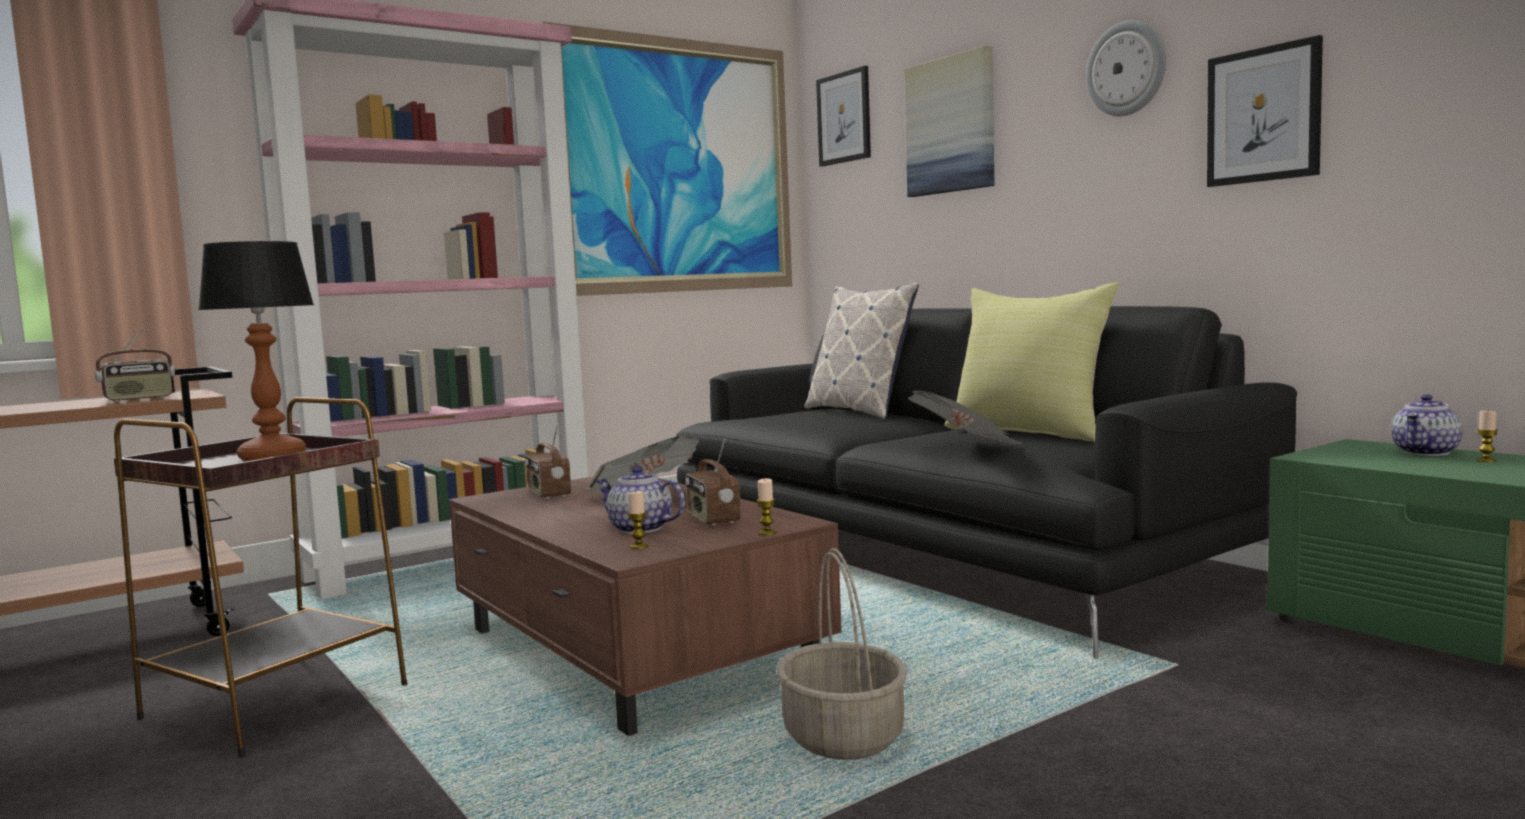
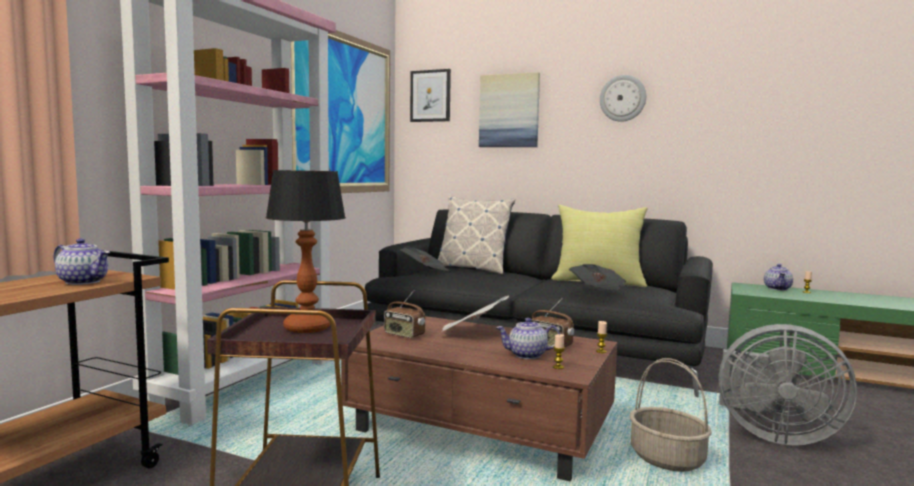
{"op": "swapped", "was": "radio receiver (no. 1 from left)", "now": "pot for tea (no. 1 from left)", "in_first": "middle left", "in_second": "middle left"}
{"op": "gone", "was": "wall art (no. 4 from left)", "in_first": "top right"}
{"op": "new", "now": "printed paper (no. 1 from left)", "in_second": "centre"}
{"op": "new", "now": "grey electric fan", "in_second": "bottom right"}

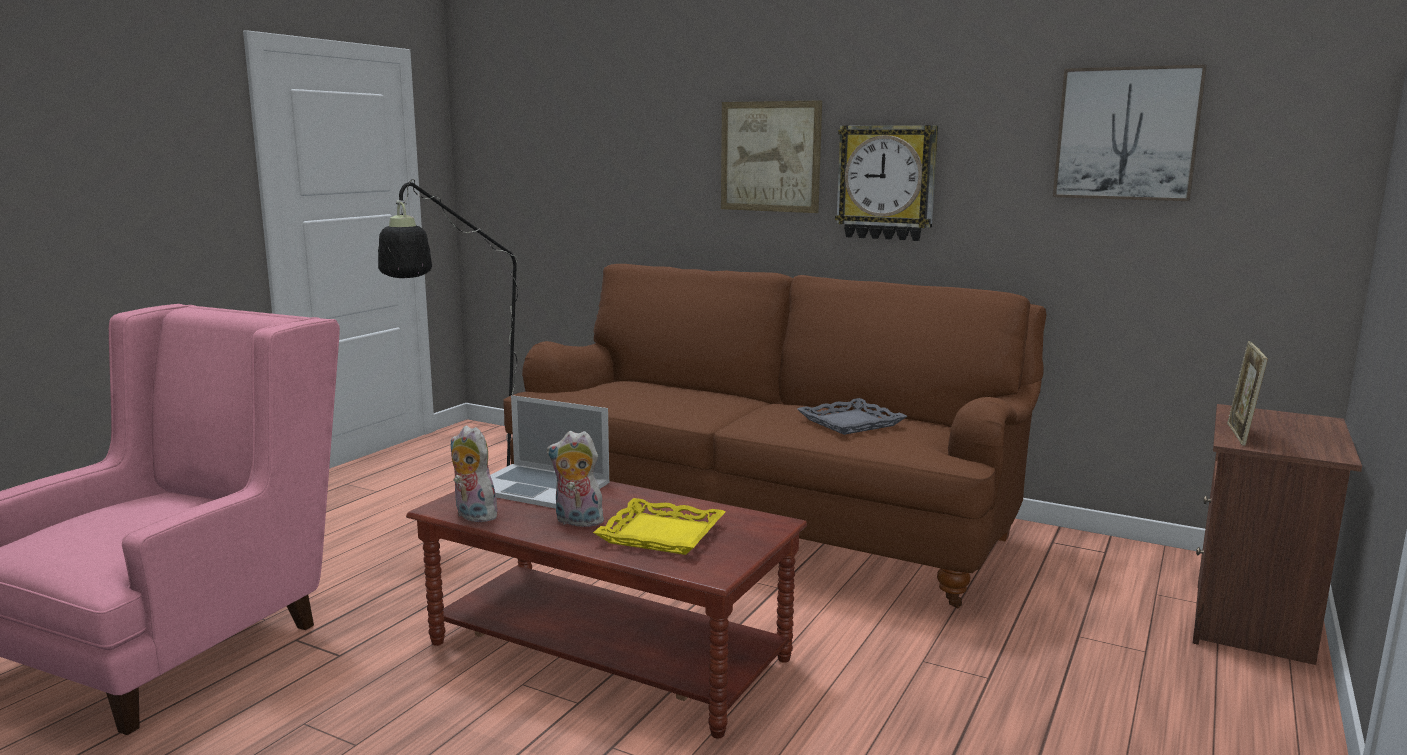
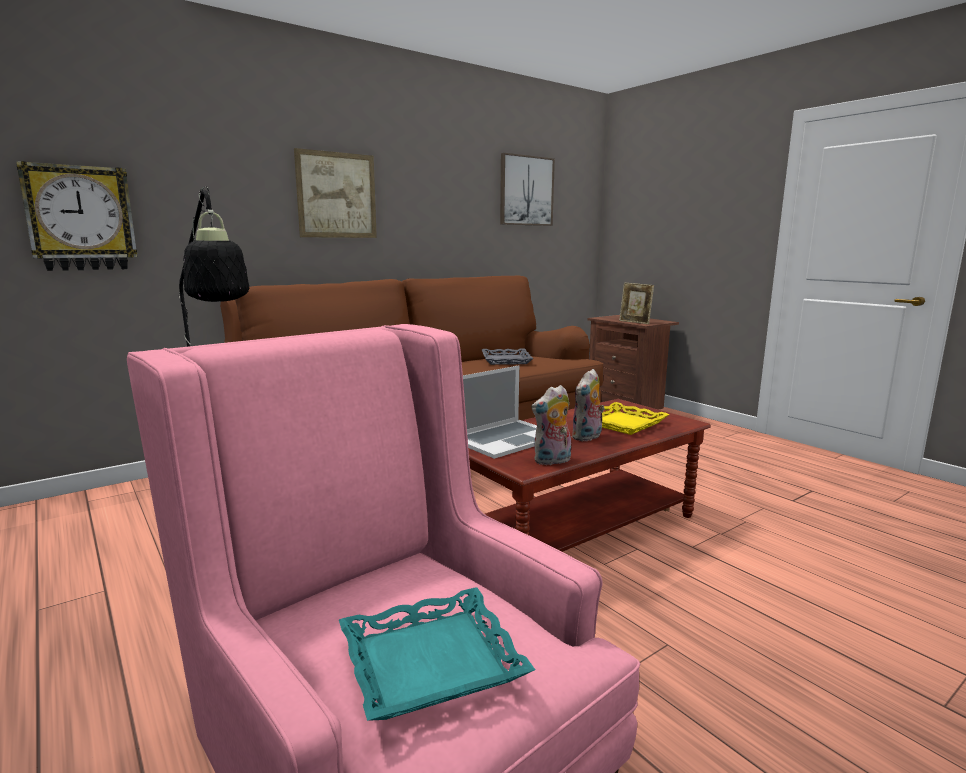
{"op": "shifted", "was": "clock on the wall", "in_first": "top centre", "in_second": "top left"}
{"op": "new", "now": "blue-green carrying tray", "in_second": "bottom centre"}

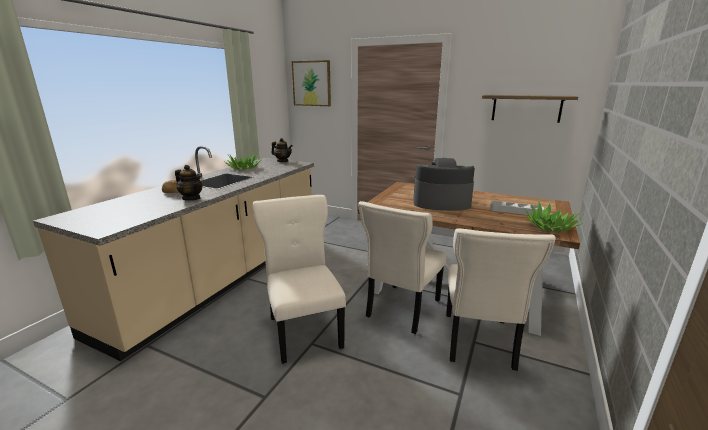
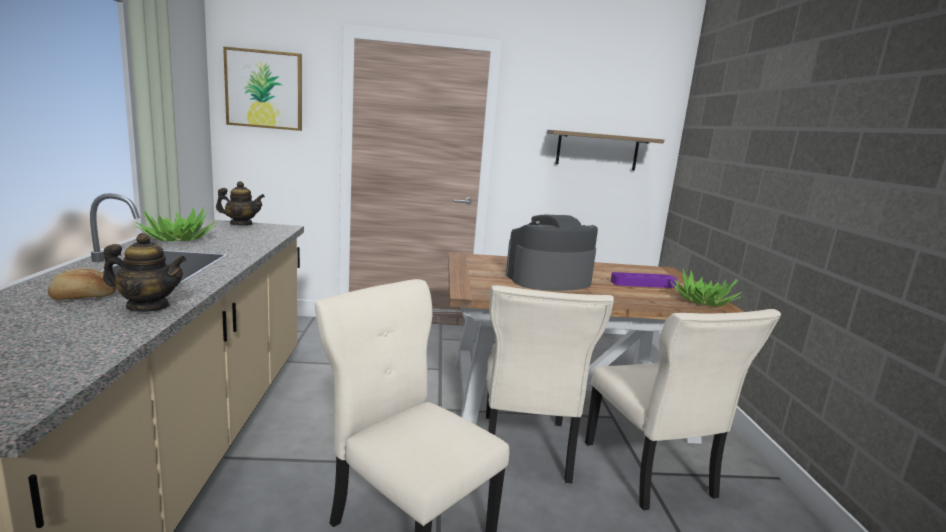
{"op": "repainted", "was": "grey carrying tray", "now": "purplish carrying tray", "in_first": "middle right", "in_second": "middle right"}

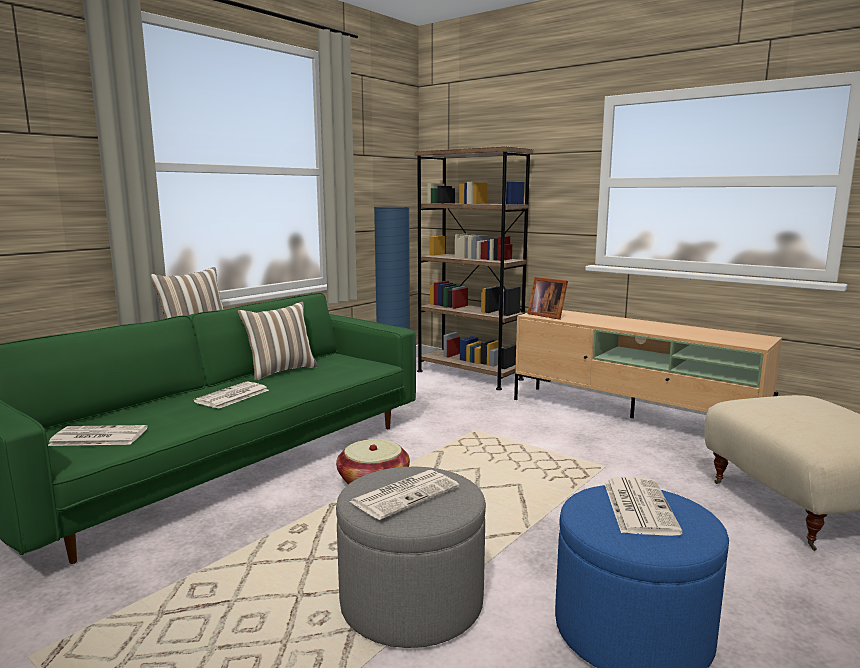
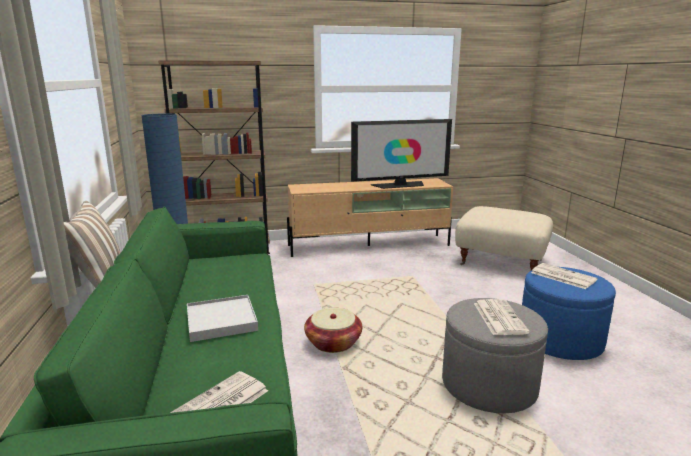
{"op": "swapped", "was": "printed paper (no. 2 from left)", "now": "whitish carrying tray", "in_first": "middle left", "in_second": "bottom left"}
{"op": "gone", "was": "pillow (no. 2 from left)", "in_first": "middle left"}
{"op": "gone", "was": "picture frame", "in_first": "centre"}
{"op": "new", "now": "TV", "in_second": "centre"}

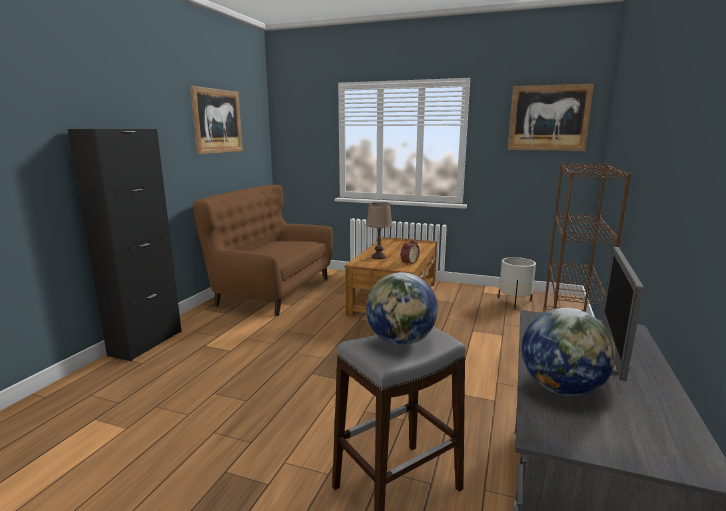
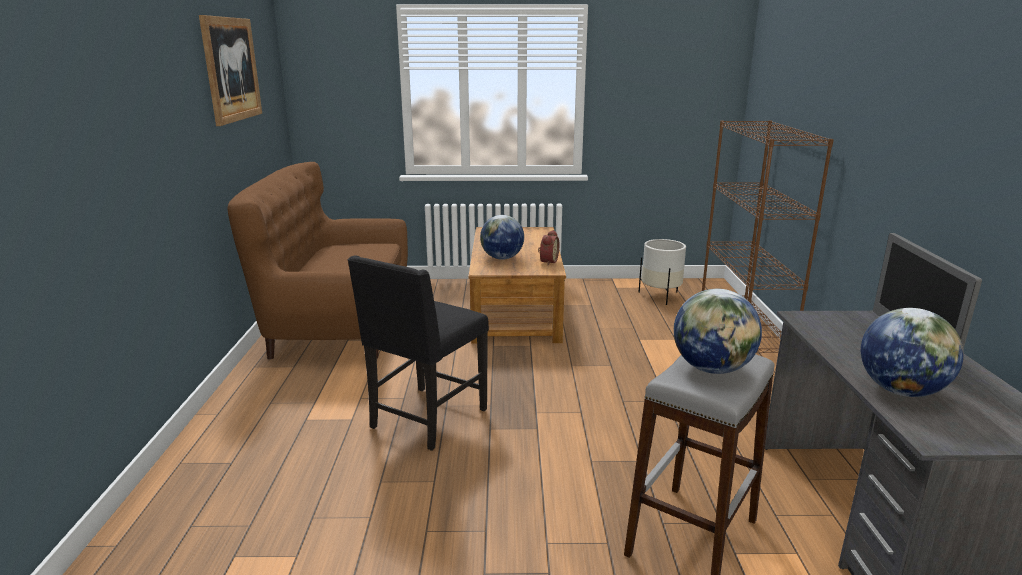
{"op": "gone", "was": "black cupboard", "in_first": "middle left"}
{"op": "swapped", "was": "brownish tabletop lamp", "now": "world globe (no. 1 from left)", "in_first": "centre", "in_second": "centre"}
{"op": "gone", "was": "wall art (no. 2 from left)", "in_first": "top right"}
{"op": "new", "now": "black upright chair", "in_second": "centre"}

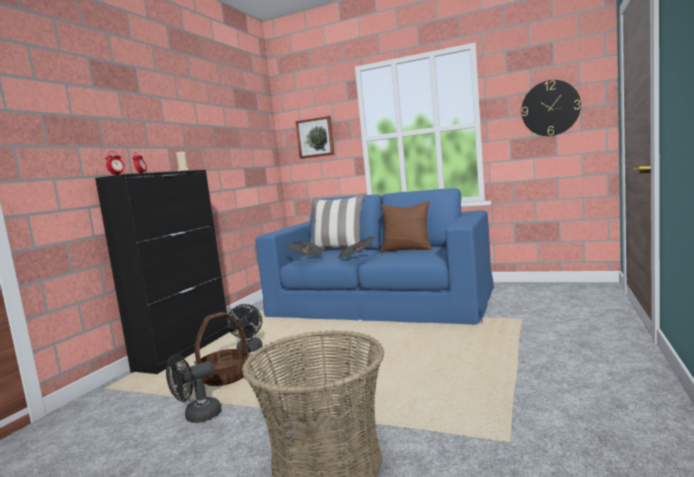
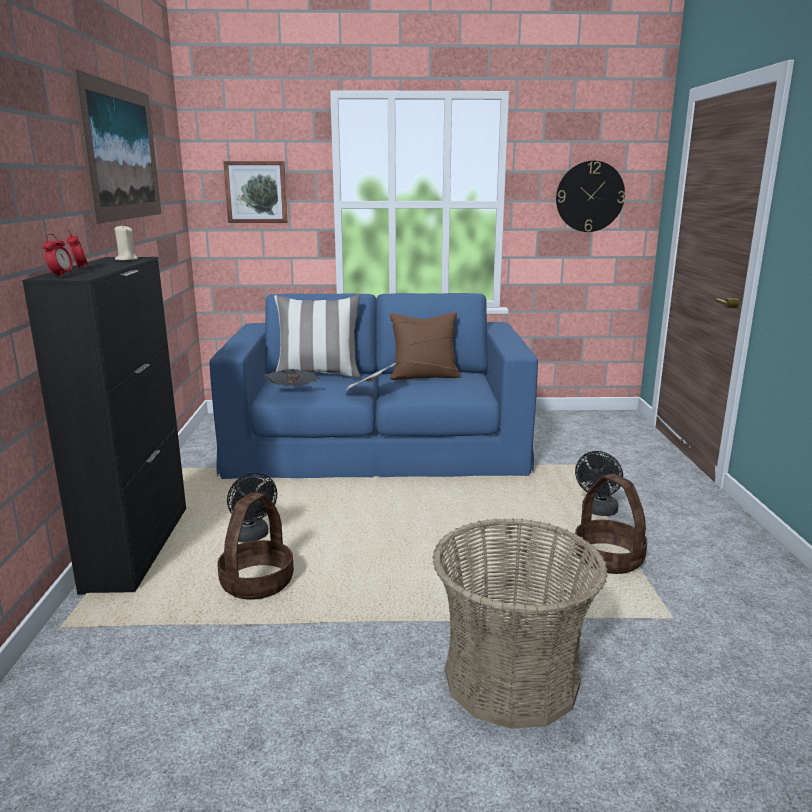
{"op": "shifted", "was": "black electric fan (no. 1 from left in the first image)", "now": "black electric fan (no. 2 from left)", "in_first": "bottom left", "in_second": "middle right"}
{"op": "new", "now": "wall art (no. 1 from left)", "in_second": "top left"}
{"op": "new", "now": "household basket (no. 3 from left)", "in_second": "middle right"}

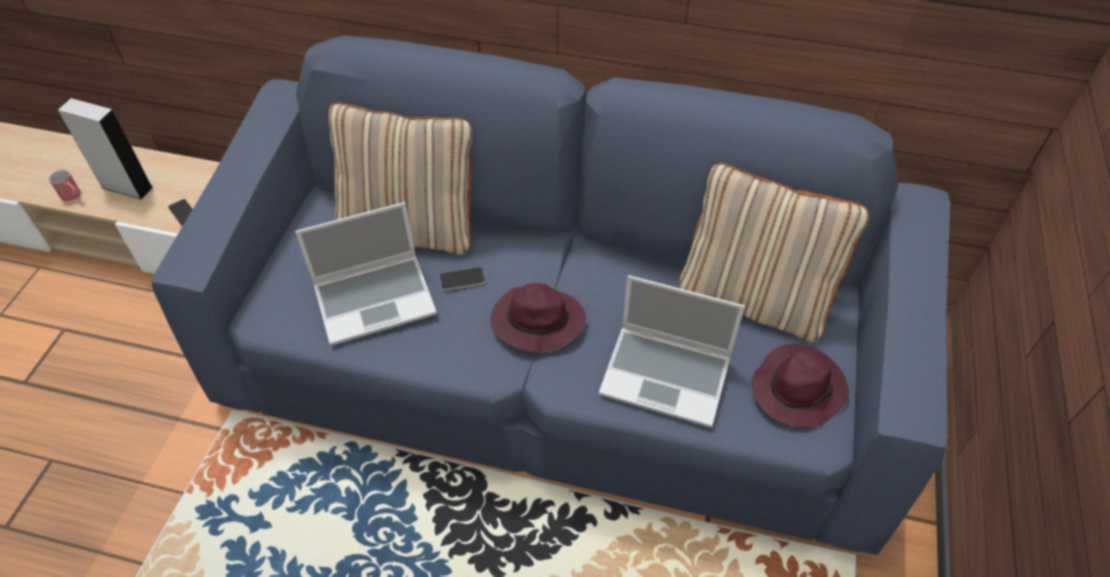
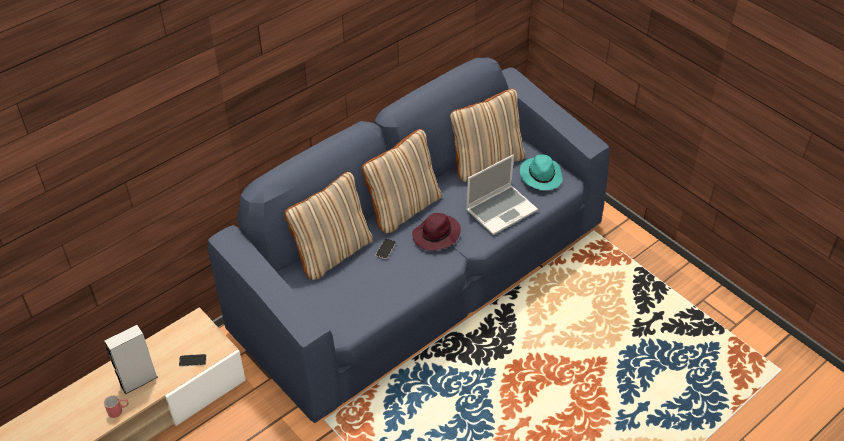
{"op": "gone", "was": "portable computer (no. 1 from left)", "in_first": "middle left"}
{"op": "repainted", "was": "purplish hat (no. 2 from left)", "now": "blue-green hat", "in_first": "bottom right", "in_second": "centre"}
{"op": "new", "now": "beige-coloured pillow (no. 2 from left)", "in_second": "centre"}

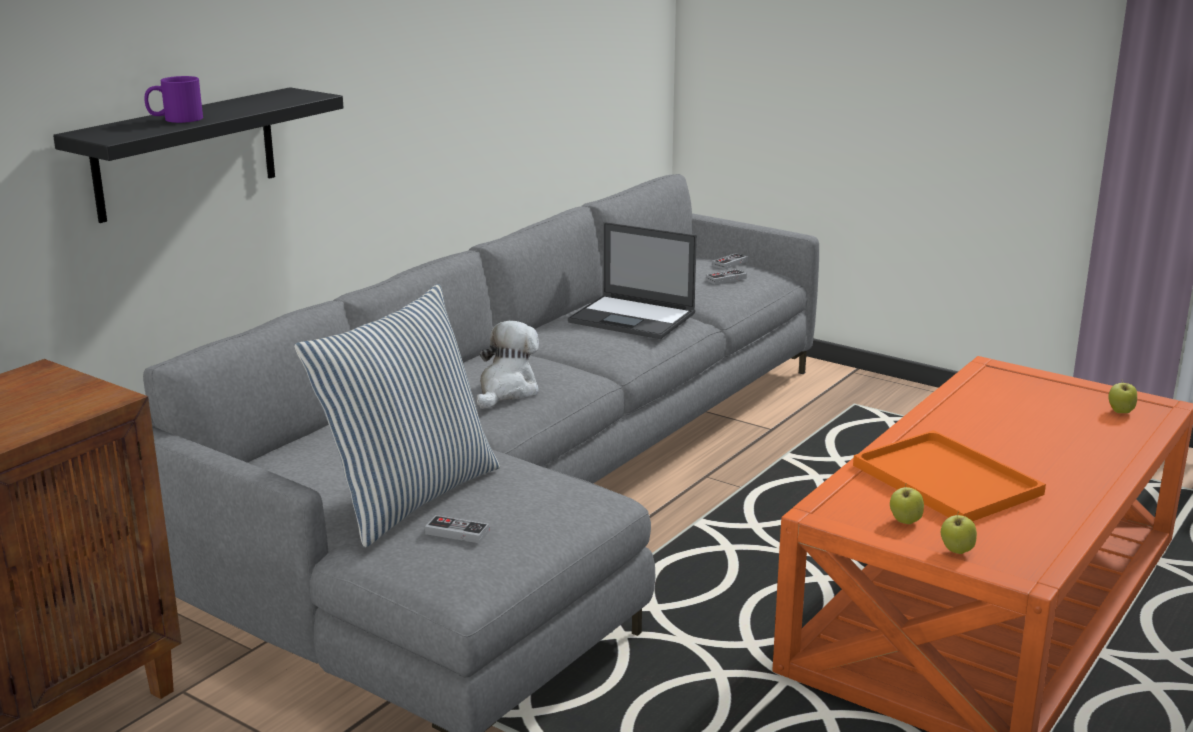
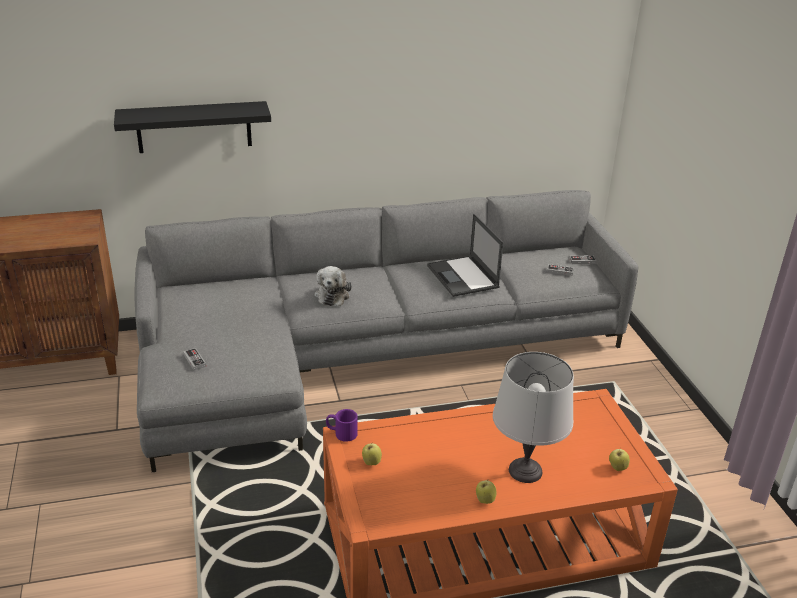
{"op": "shifted", "was": "purplish coffee mug", "in_first": "top left", "in_second": "bottom centre"}
{"op": "gone", "was": "pillow", "in_first": "middle left"}
{"op": "rotated", "was": "plush toy", "in_first": "centre", "in_second": "centre", "clockwise": 120}
{"op": "gone", "was": "orange-coloured carrying tray", "in_first": "middle right"}
{"op": "shifted", "was": "apple fruit (no. 2 from left)", "in_first": "bottom right", "in_second": "bottom centre"}
{"op": "new", "now": "grey tabletop lamp", "in_second": "bottom right"}

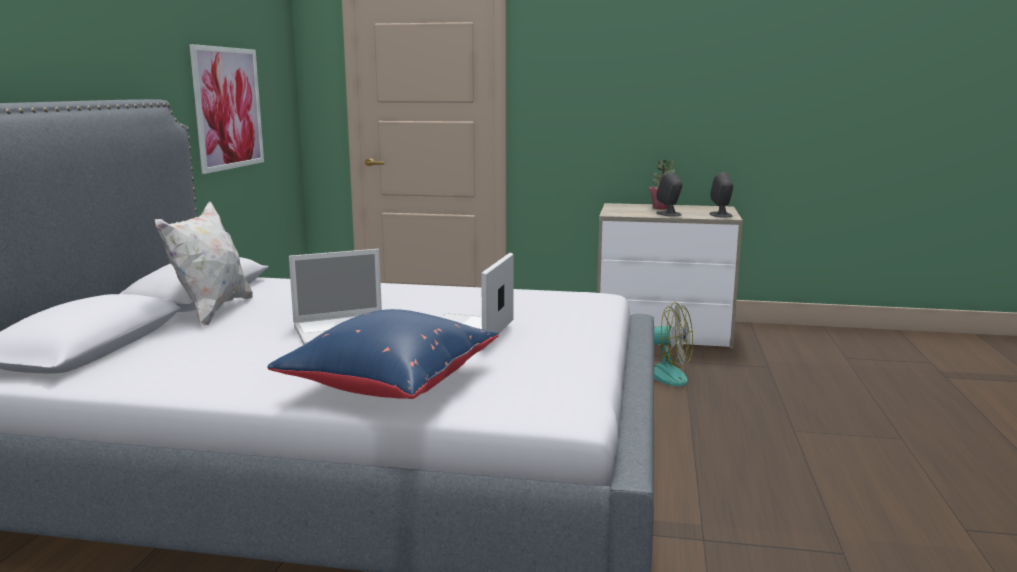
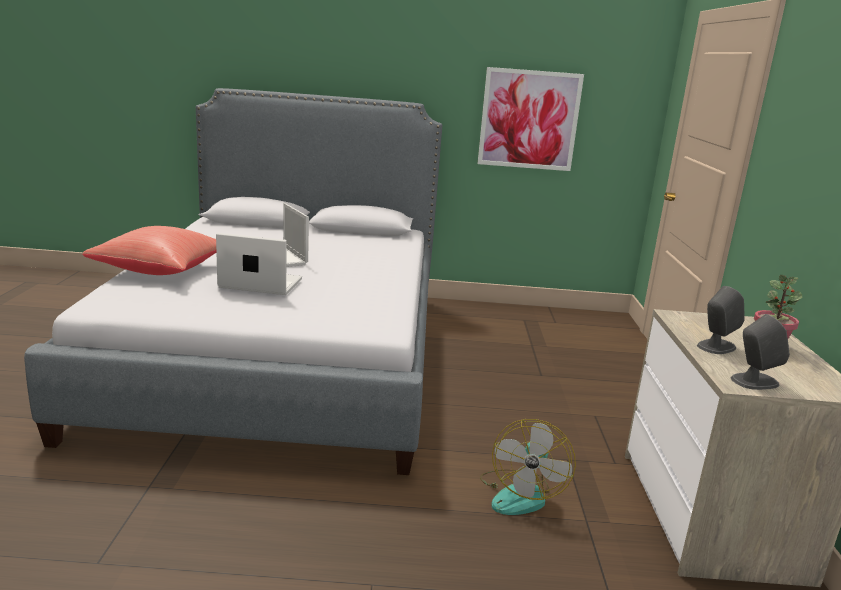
{"op": "gone", "was": "whitish pillow", "in_first": "middle left"}
{"op": "repainted", "was": "bluish pillow", "now": "reddish pillow", "in_first": "centre", "in_second": "middle left"}

